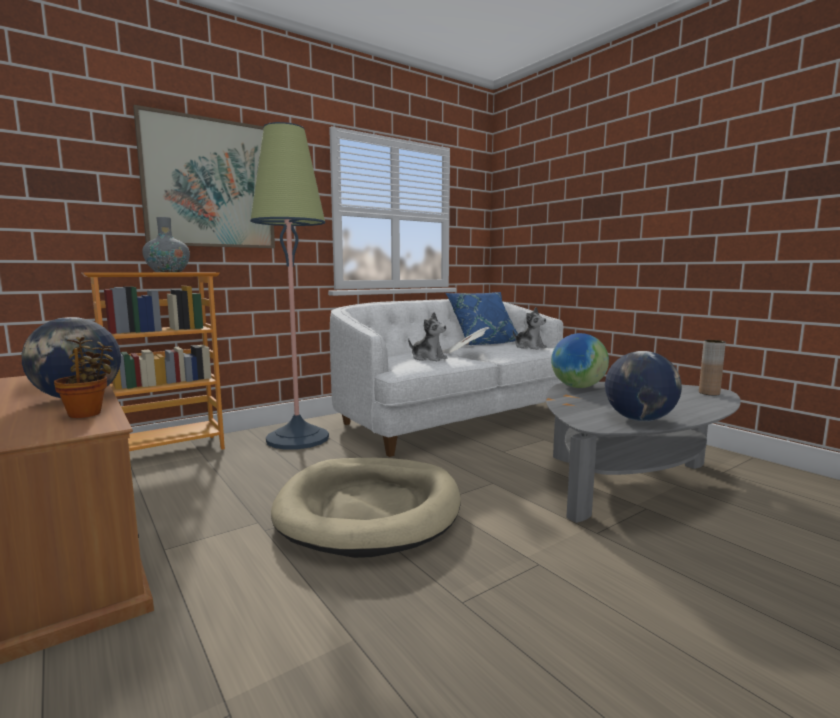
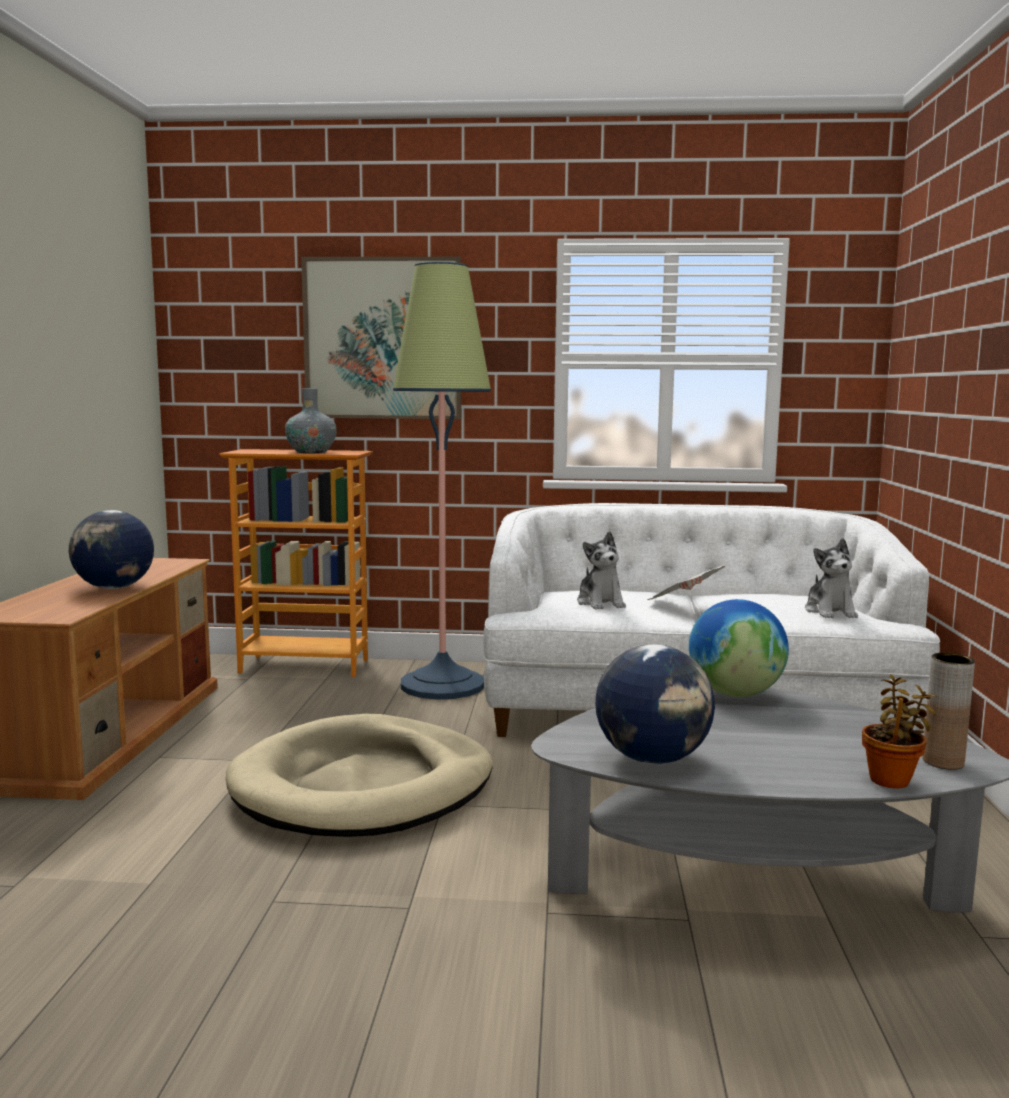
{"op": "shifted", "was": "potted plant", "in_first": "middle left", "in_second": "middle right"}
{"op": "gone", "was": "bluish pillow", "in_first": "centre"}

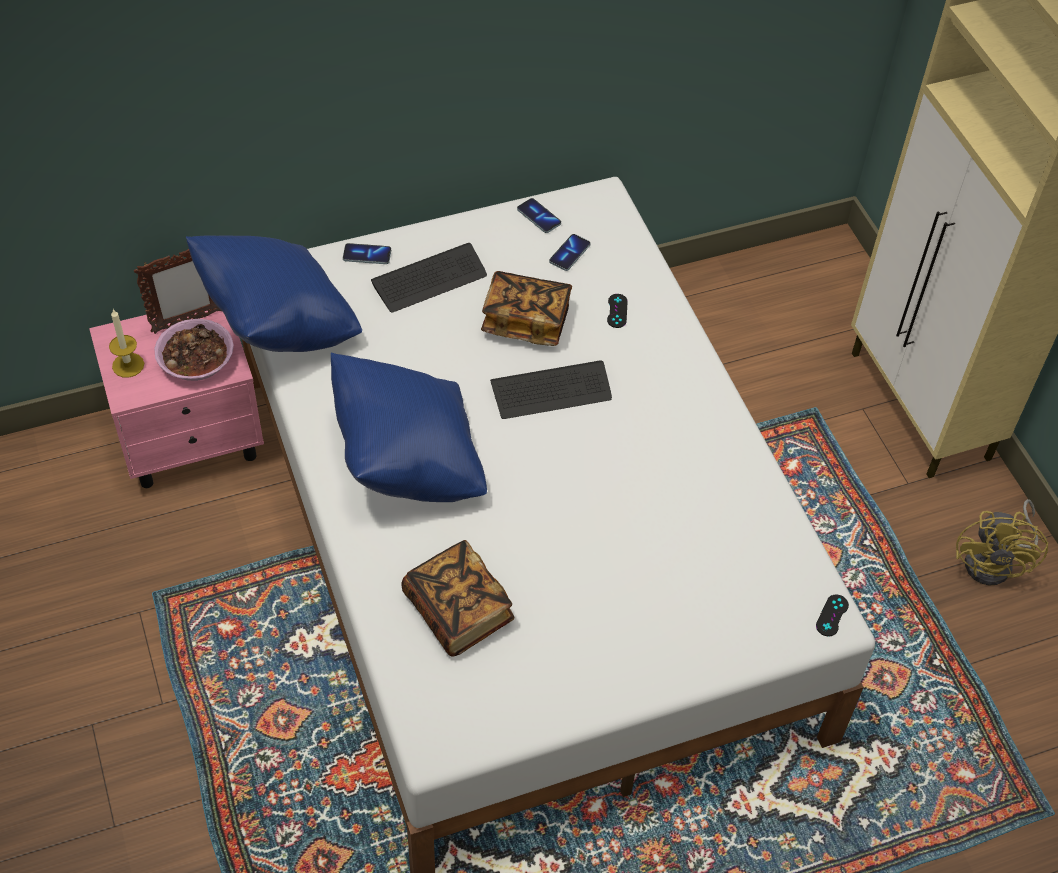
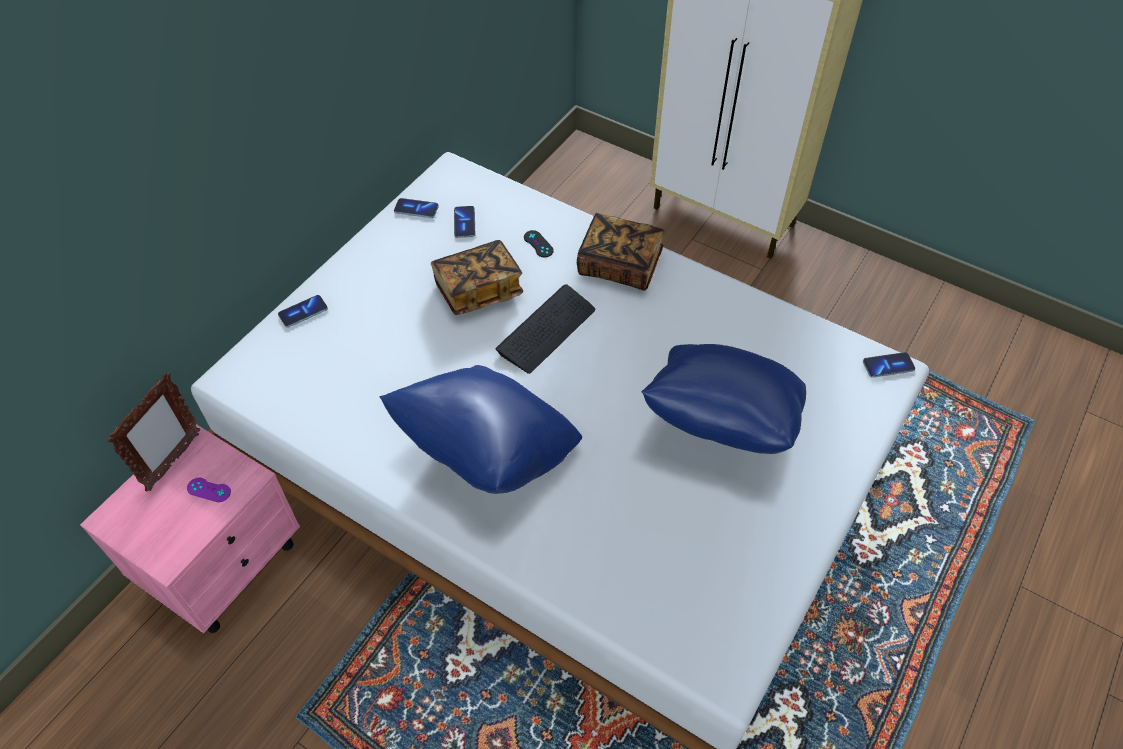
{"op": "gone", "was": "wax candle", "in_first": "middle left"}
{"op": "swapped", "was": "deep dish", "now": "purplish joypad", "in_first": "middle left", "in_second": "middle left"}
{"op": "shifted", "was": "bluish pillow (no. 1 from left in the first image)", "now": "bluish pillow (no. 2 from left)", "in_first": "middle left", "in_second": "centre"}
{"op": "gone", "was": "computer keyboard (no. 1 from left)", "in_first": "top centre"}
{"op": "shifted", "was": "bound book (no. 1 from left in the first image)", "now": "bound book (no. 2 from left)", "in_first": "bottom centre", "in_second": "centre"}
{"op": "swapped", "was": "black joypad (no. 2 from left)", "now": "handset (no. 4 from left)", "in_first": "bottom right", "in_second": "middle right"}
{"op": "gone", "was": "yellowish electric fan", "in_first": "middle right"}

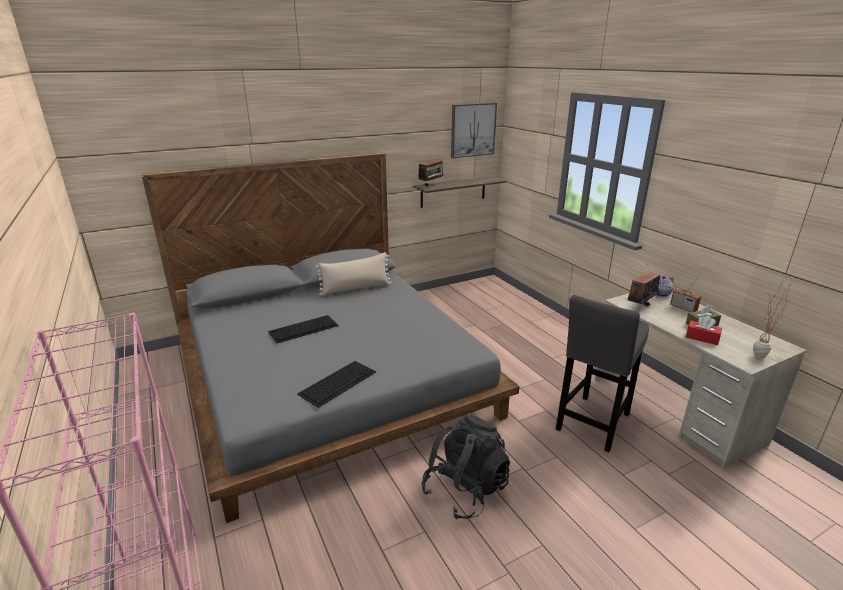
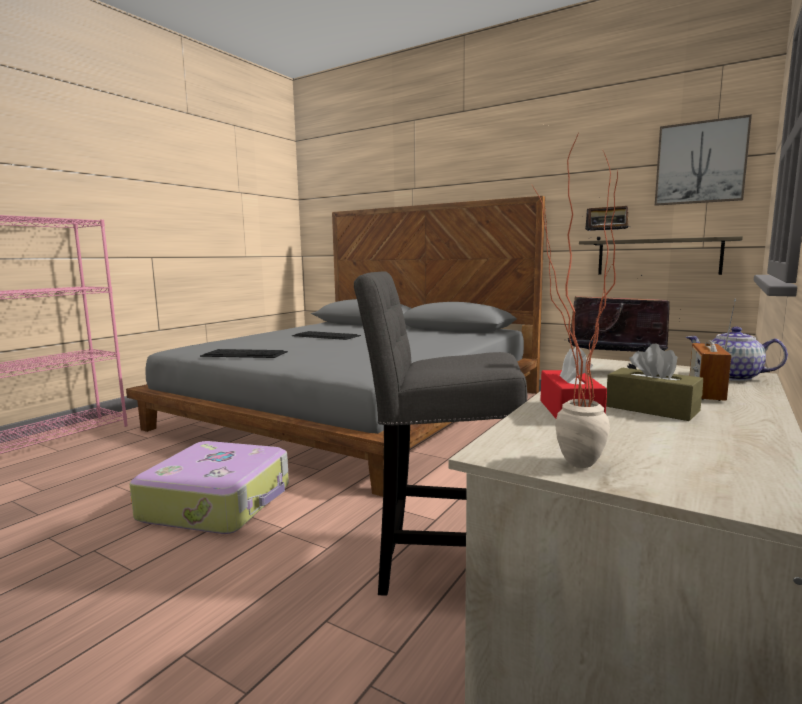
{"op": "gone", "was": "beige-coloured pillow", "in_first": "centre"}
{"op": "swapped", "was": "black backpack", "now": "suitcase", "in_first": "bottom centre", "in_second": "bottom left"}

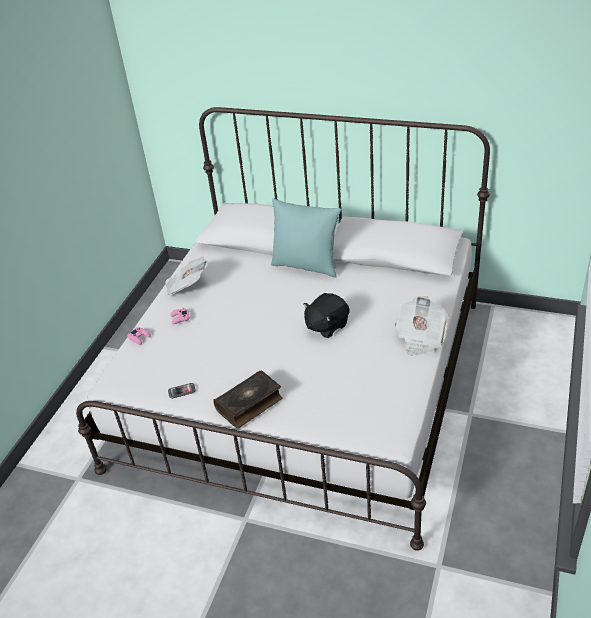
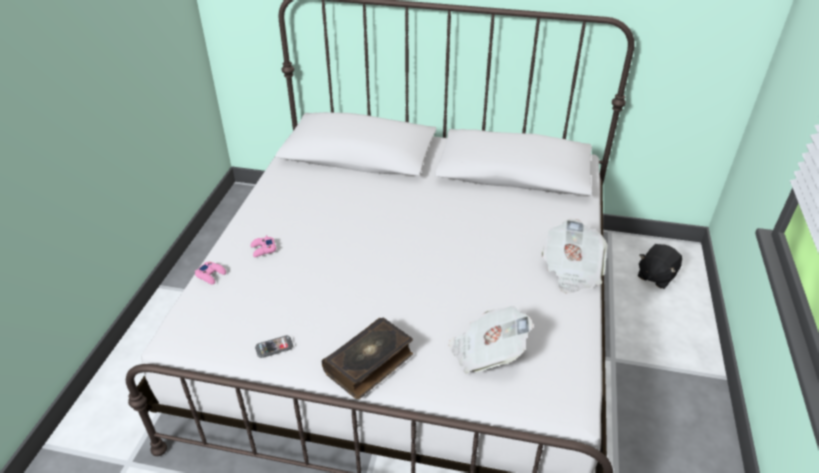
{"op": "shifted", "was": "printed paper (no. 1 from left)", "in_first": "middle left", "in_second": "bottom centre"}
{"op": "gone", "was": "blue-green pillow", "in_first": "centre"}
{"op": "shifted", "was": "black plush toy", "in_first": "centre", "in_second": "middle right"}

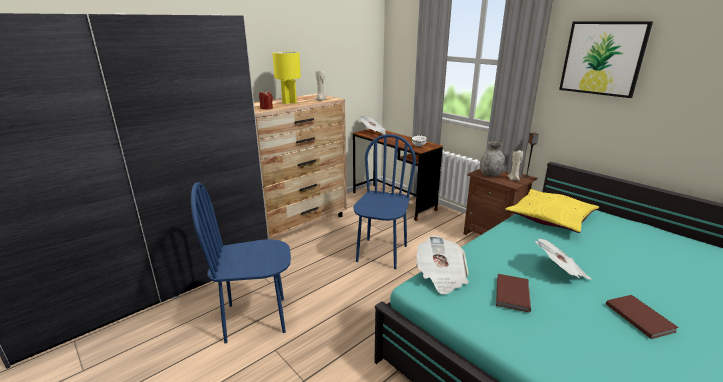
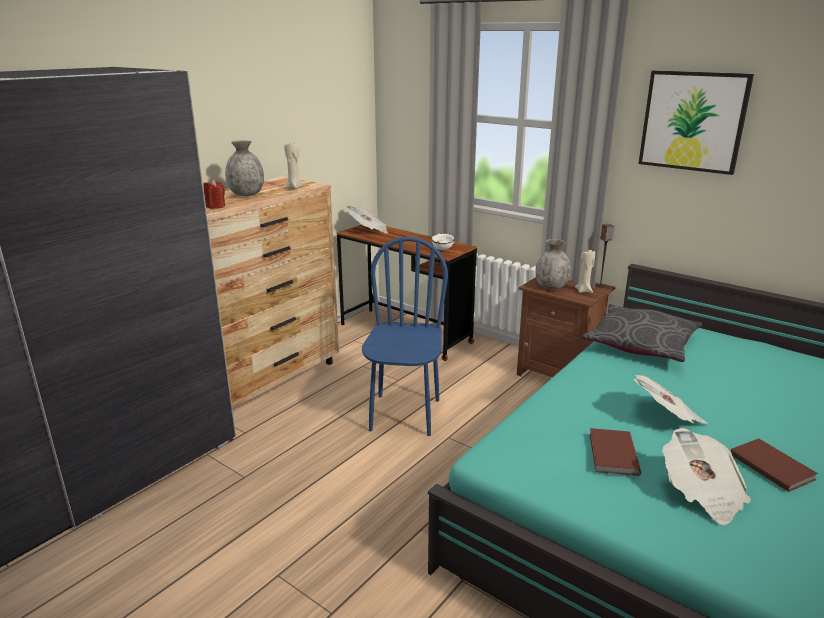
{"op": "gone", "was": "bluish upright chair (no. 1 from left)", "in_first": "bottom centre"}
{"op": "swapped", "was": "yellowish tabletop lamp", "now": "grey vase (no. 1 from left)", "in_first": "top centre", "in_second": "top left"}
{"op": "shifted", "was": "printed paper (no. 2 from left in the first image)", "now": "printed paper (no. 3 from left)", "in_first": "bottom centre", "in_second": "bottom right"}
{"op": "repainted", "was": "yellowish pillow", "now": "grey pillow", "in_first": "middle right", "in_second": "middle right"}

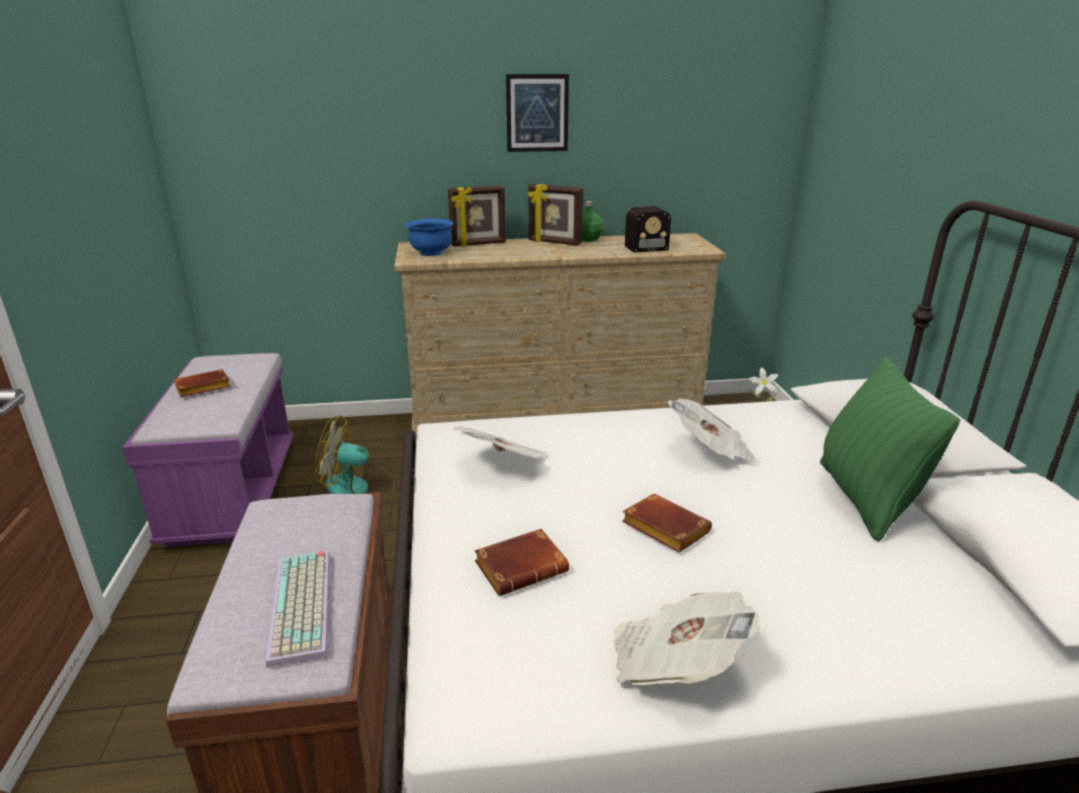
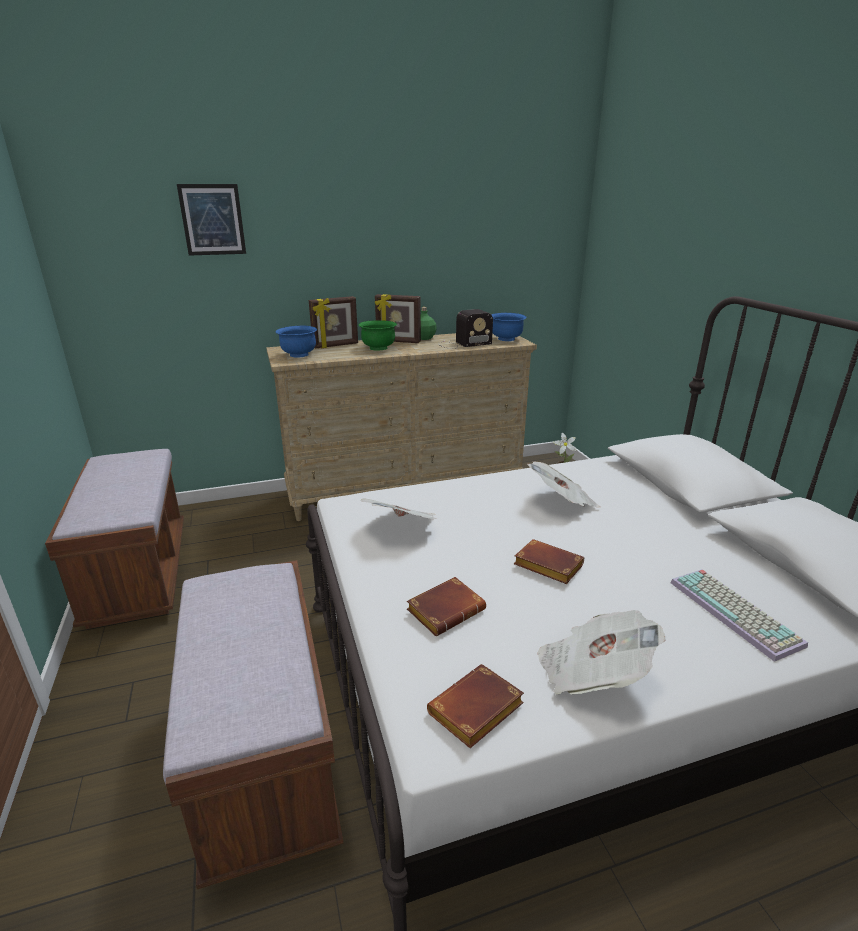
{"op": "repainted", "was": "purplish indoor bench", "now": "brownish indoor bench (no. 1 from left)", "in_first": "middle left", "in_second": "middle left"}
{"op": "shifted", "was": "brownish bound book (no. 1 from left in the first image)", "now": "brownish bound book (no. 2 from left)", "in_first": "middle left", "in_second": "bottom centre"}
{"op": "shifted", "was": "computer keyboard", "in_first": "bottom left", "in_second": "middle right"}
{"op": "gone", "was": "electric fan", "in_first": "middle left"}
{"op": "shifted", "was": "wall art", "in_first": "top centre", "in_second": "top left"}
{"op": "gone", "was": "green-coloured pillow", "in_first": "middle right"}
{"op": "new", "now": "green-coloured deep dish", "in_second": "centre"}
{"op": "new", "now": "bluish deep dish (no. 2 from left)", "in_second": "centre"}

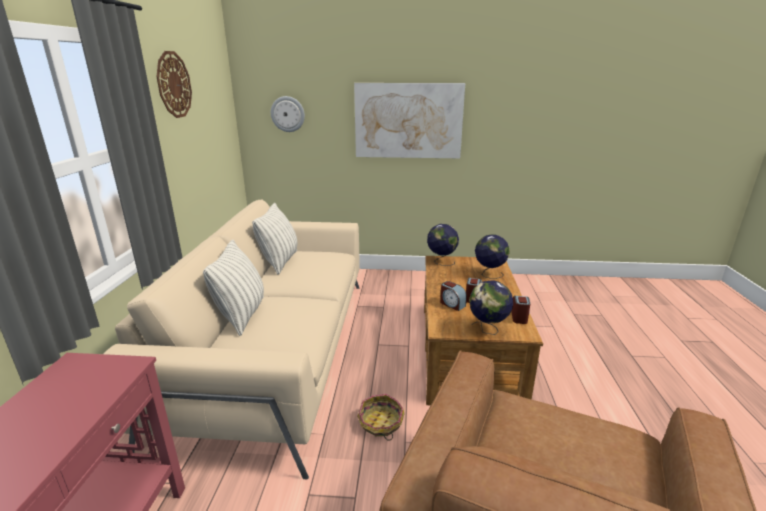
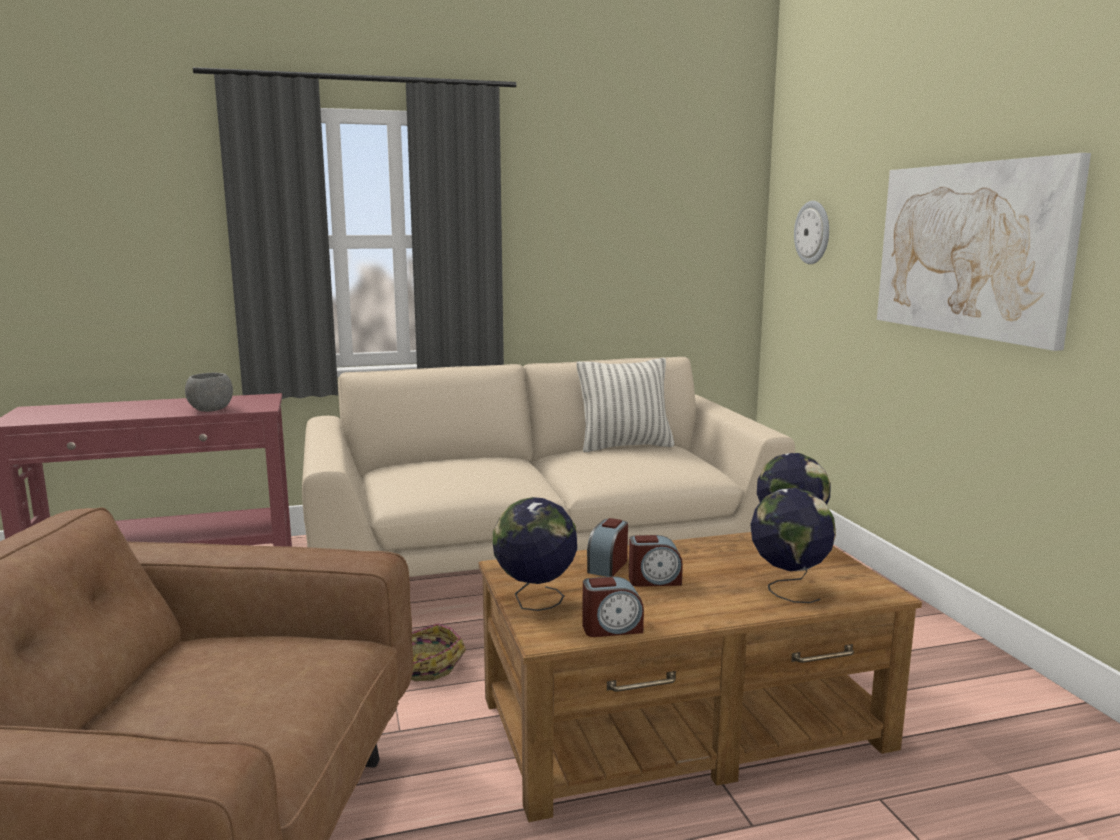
{"op": "gone", "was": "clock on the wall (no. 1 from left)", "in_first": "top left"}
{"op": "gone", "was": "pillow (no. 1 from left)", "in_first": "middle left"}
{"op": "new", "now": "grey deep dish", "in_second": "middle left"}

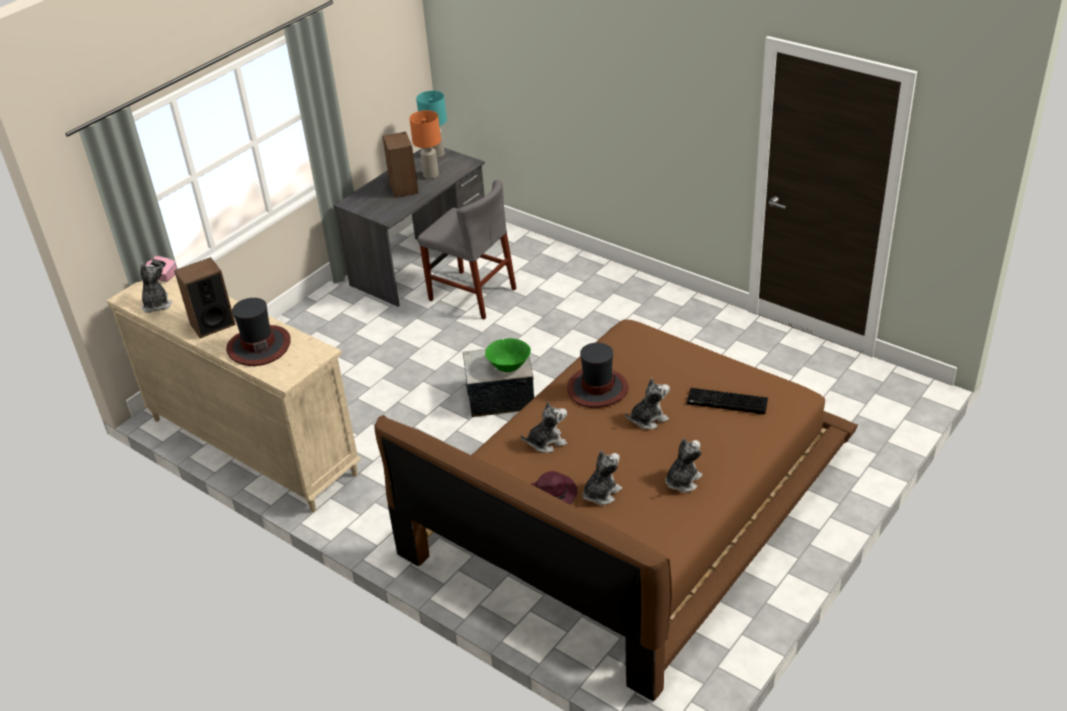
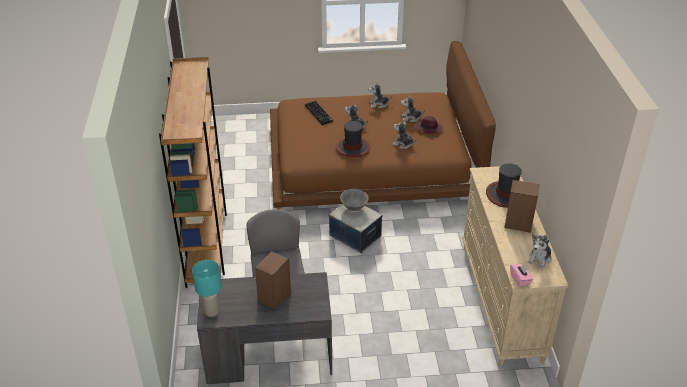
{"op": "gone", "was": "orange-coloured tabletop lamp", "in_first": "top centre"}
{"op": "repainted", "was": "green-coloured deep dish", "now": "grey deep dish", "in_first": "centre", "in_second": "centre"}
{"op": "new", "now": "brownish bookcase", "in_second": "middle left"}

